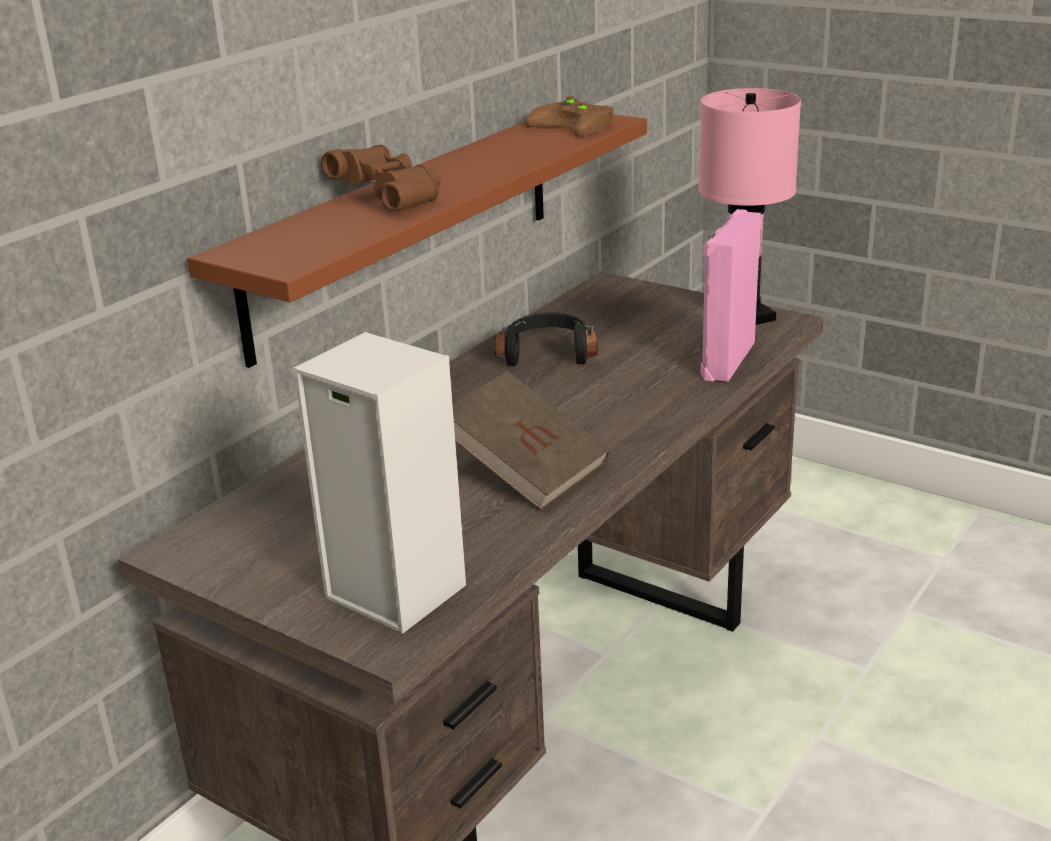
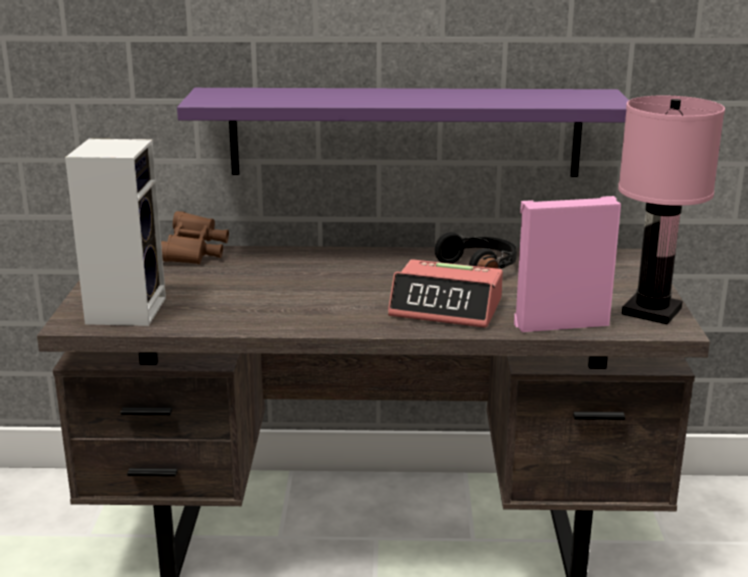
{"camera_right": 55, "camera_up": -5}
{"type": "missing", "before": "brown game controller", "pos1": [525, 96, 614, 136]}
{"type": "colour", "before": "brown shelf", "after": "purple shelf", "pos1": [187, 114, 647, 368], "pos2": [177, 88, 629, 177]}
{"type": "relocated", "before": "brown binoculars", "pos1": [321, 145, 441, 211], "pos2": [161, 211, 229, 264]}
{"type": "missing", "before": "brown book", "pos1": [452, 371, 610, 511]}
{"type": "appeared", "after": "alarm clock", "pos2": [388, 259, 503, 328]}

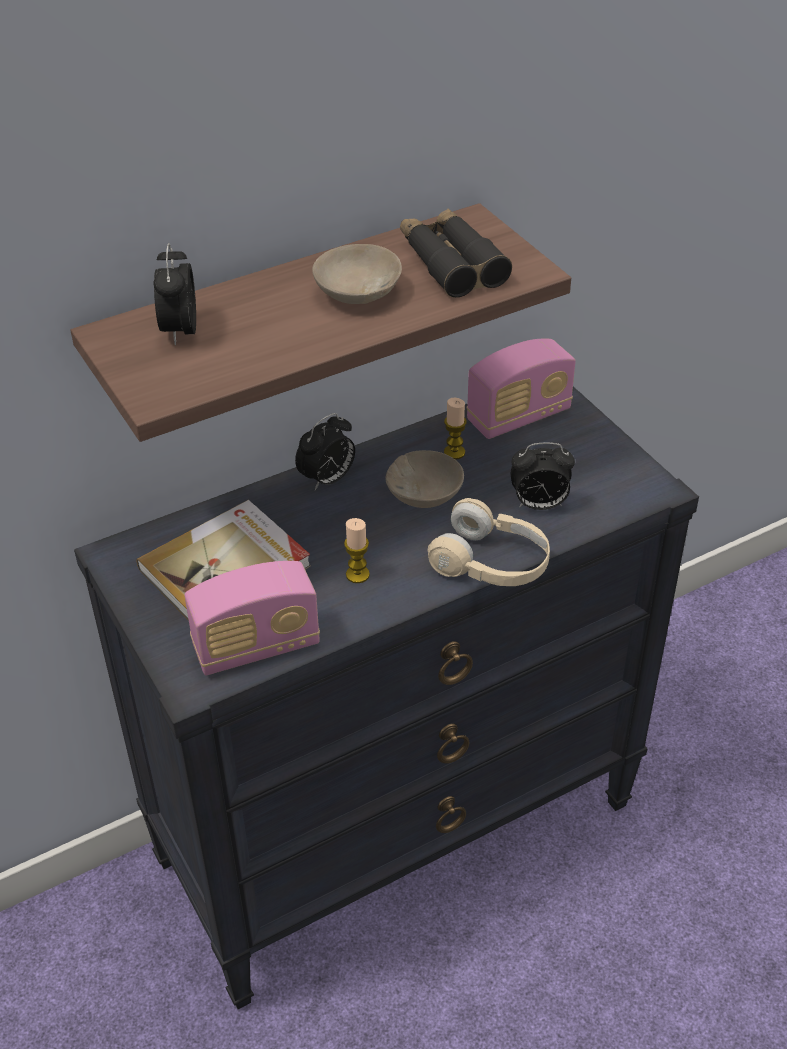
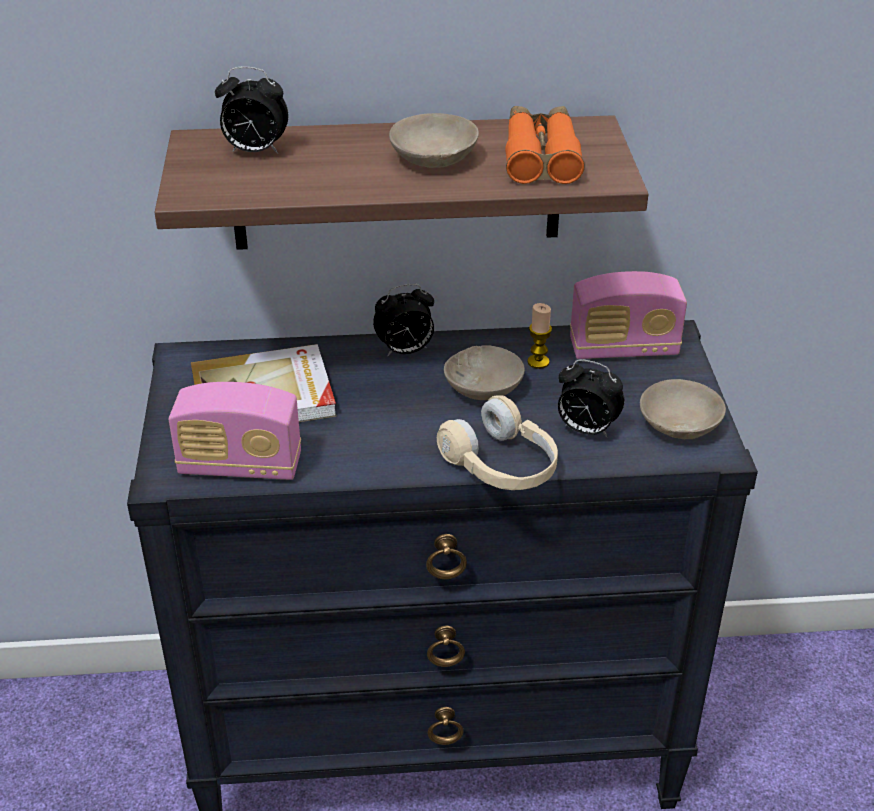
{"camera_right": 25, "camera_up": -5}
{"type": "colour", "before": "black binoculars", "after": "orange binoculars", "pos1": [400, 208, 512, 298], "pos2": [505, 106, 585, 184]}
{"type": "spun", "before": "alarm clock", "pos1": [154, 243, 196, 346], "pos2": [215, 67, 288, 154], "turn": -105}
{"type": "missing", "before": "candle", "pos1": [344, 518, 370, 583]}
{"type": "appeared", "after": "beige bowl", "pos2": [640, 379, 726, 439]}

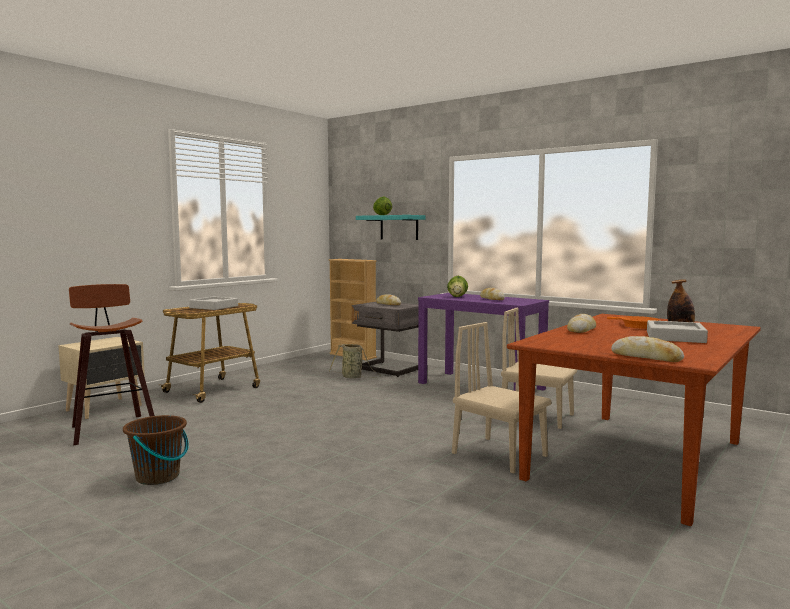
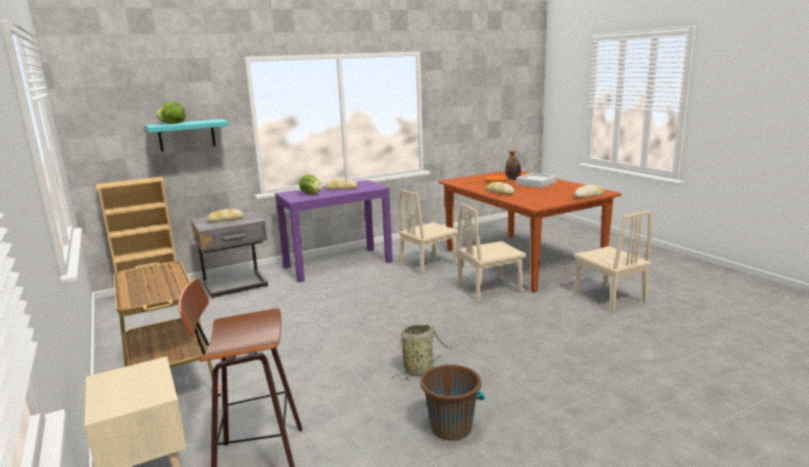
{"camera_right": -65, "camera_up": 10}
{"type": "missing", "before": "grey tray", "pos1": [189, 296, 238, 310]}
{"type": "relocated", "before": "basket", "pos1": [329, 344, 381, 378], "pos2": [392, 324, 453, 380]}
{"type": "appeared", "after": "beige chair", "pos2": [574, 211, 652, 313]}

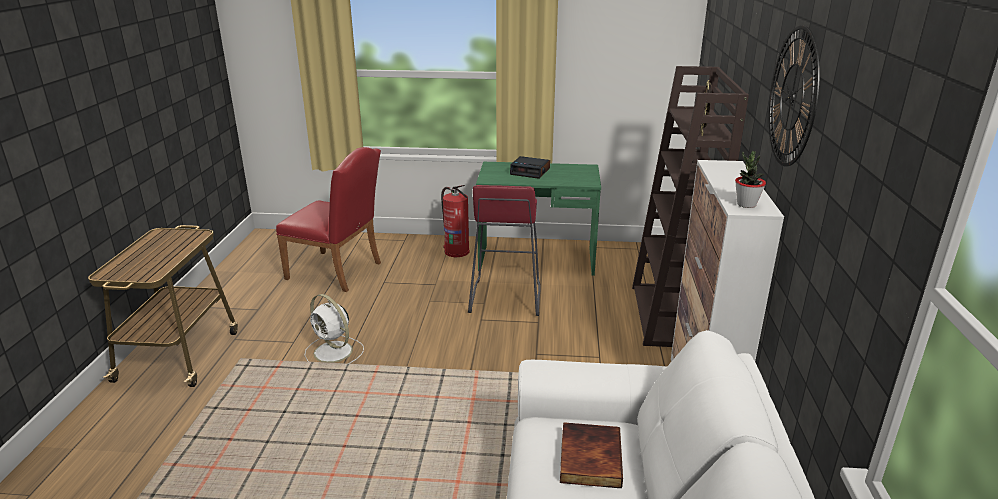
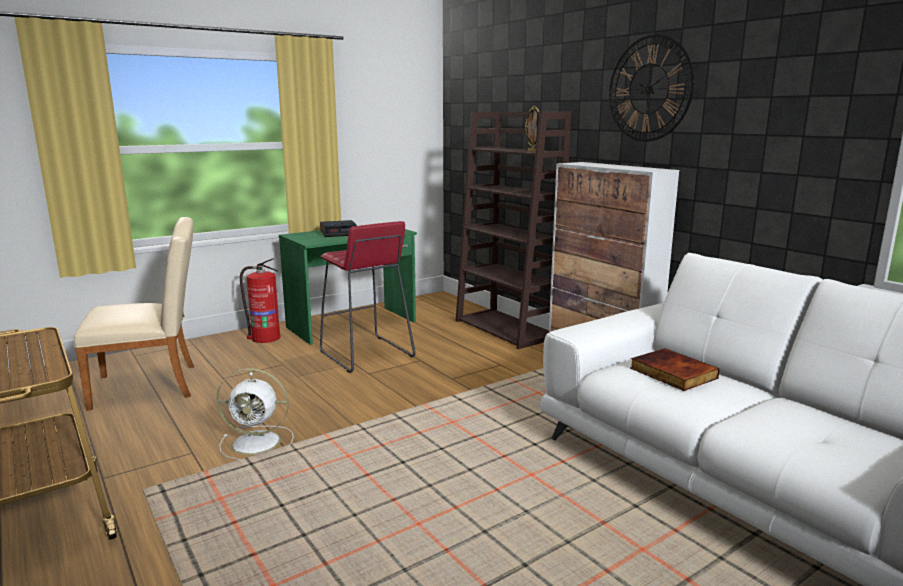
{"camera_right": -40, "camera_up": -10}
{"type": "colour", "before": "red chair", "after": "beige chair", "pos1": [276, 147, 381, 292], "pos2": [74, 217, 194, 411]}
{"type": "missing", "before": "potted plant", "pos1": [735, 151, 766, 208]}

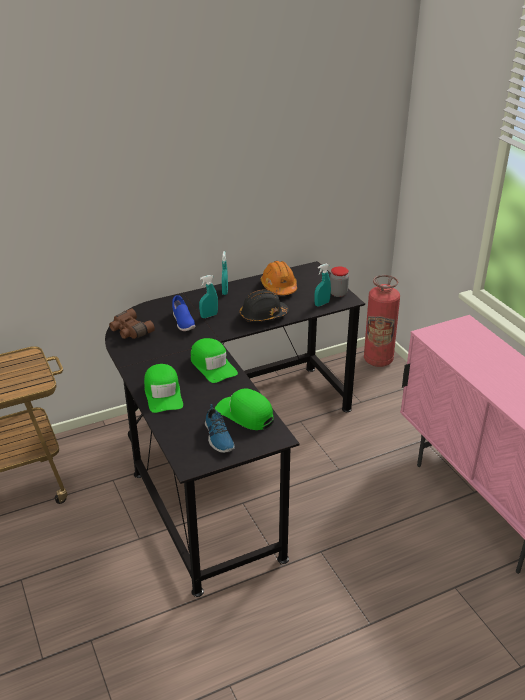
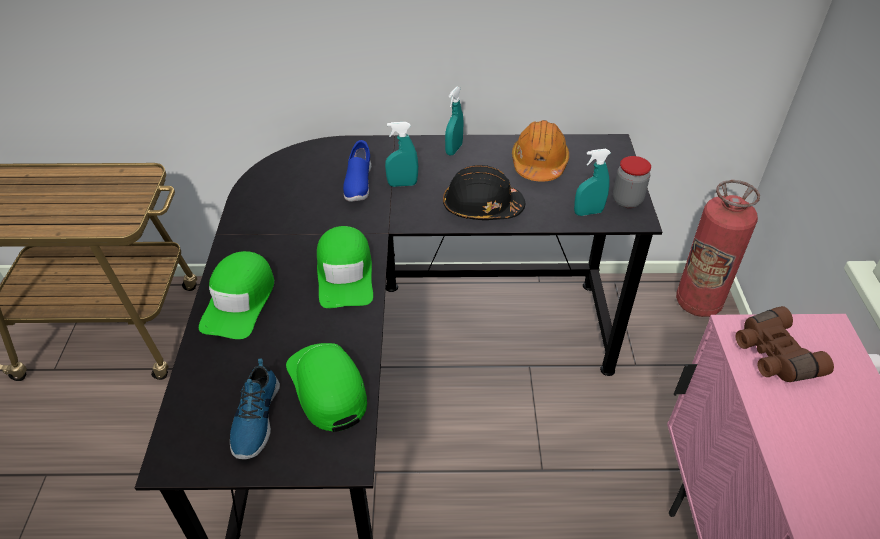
{"camera_right": 25, "camera_up": 10}
{"type": "relocated", "before": "brown binoculars", "pos1": [109, 308, 155, 339], "pos2": [736, 306, 834, 382]}

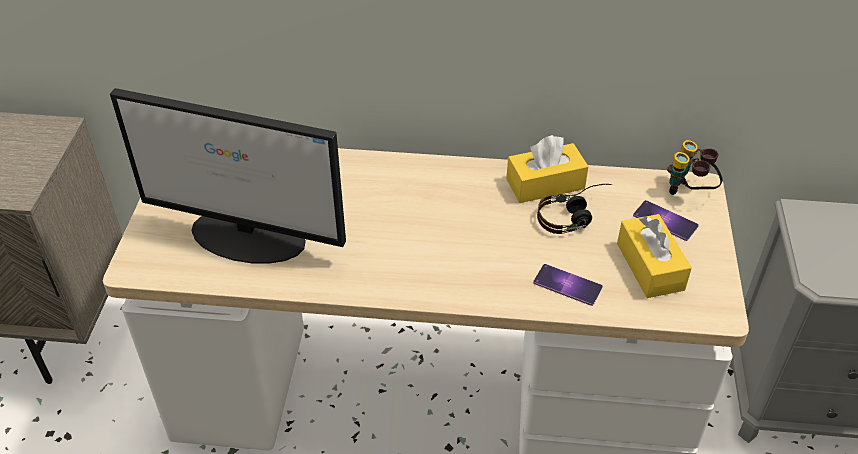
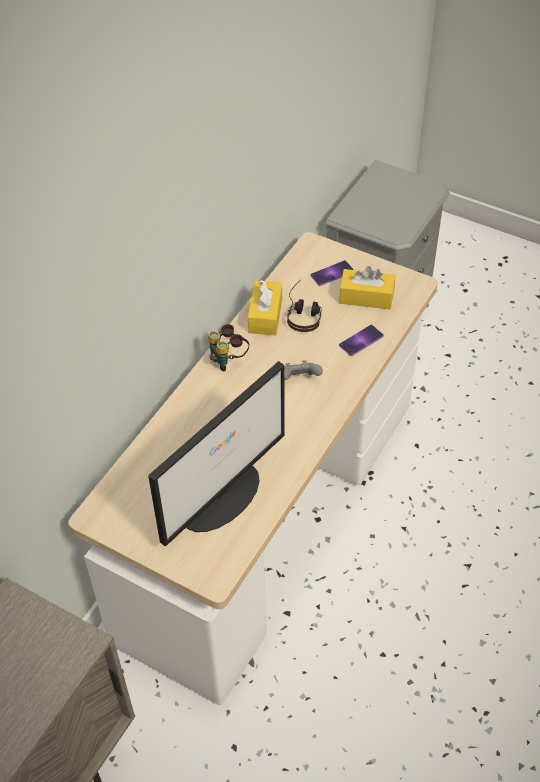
{"camera_right": -65, "camera_up": 5}
{"type": "relocated", "before": "binoculars", "pos1": [667, 140, 723, 195], "pos2": [208, 324, 249, 371]}
{"type": "appeared", "after": "grey game controller", "pos2": [284, 360, 323, 380]}

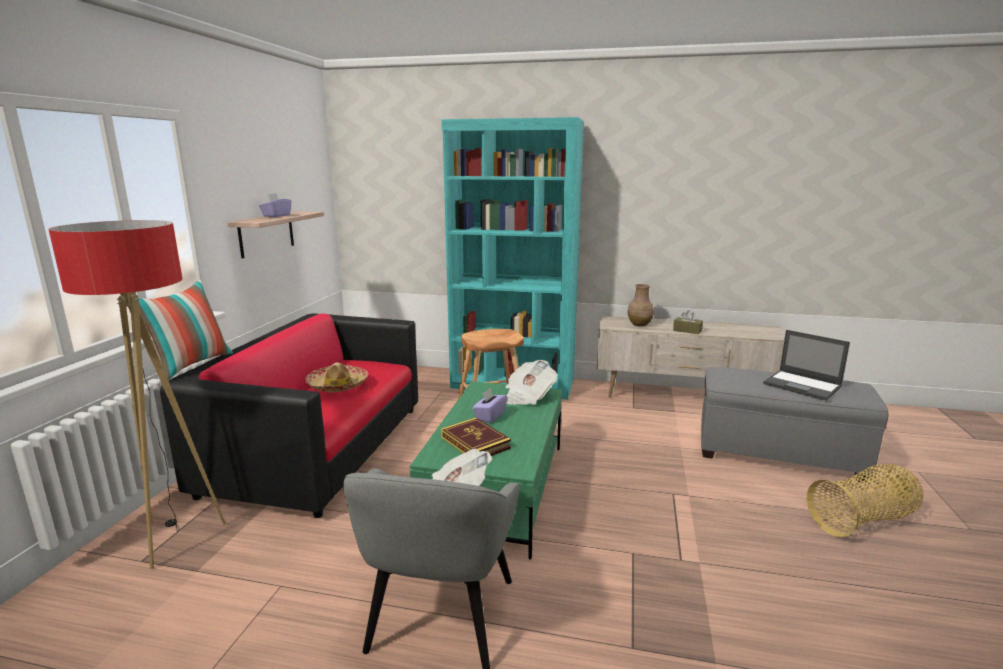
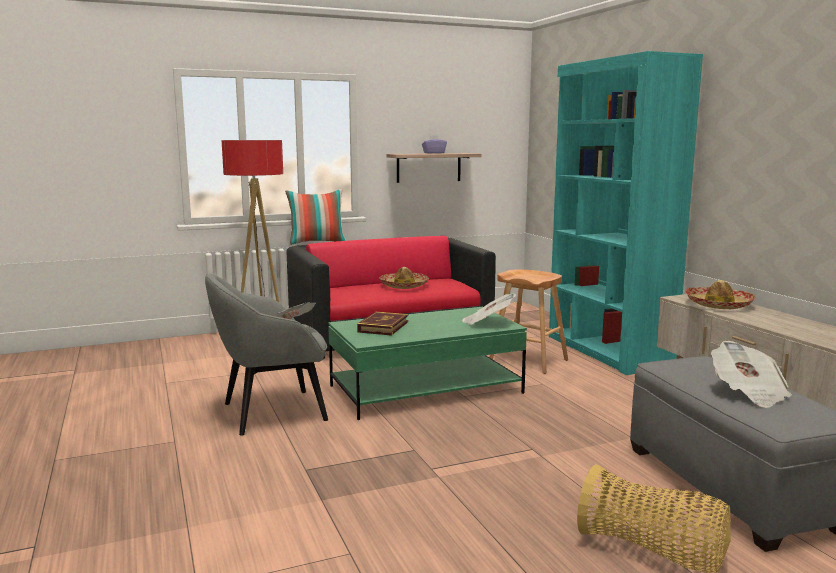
{"camera_right": 55, "camera_up": -5}
{"type": "exchanged", "before": "brown vase", "after": "hat", "pos1": [627, 284, 654, 327], "pos2": [685, 280, 756, 309]}
{"type": "missing", "before": "brown tissue box", "pos1": [673, 310, 703, 334]}
{"type": "exchanged", "before": "laptop", "after": "newspaper", "pos1": [763, 330, 850, 401], "pos2": [711, 341, 792, 408]}
{"type": "missing", "before": "purple tissue box", "pos1": [472, 388, 507, 423]}

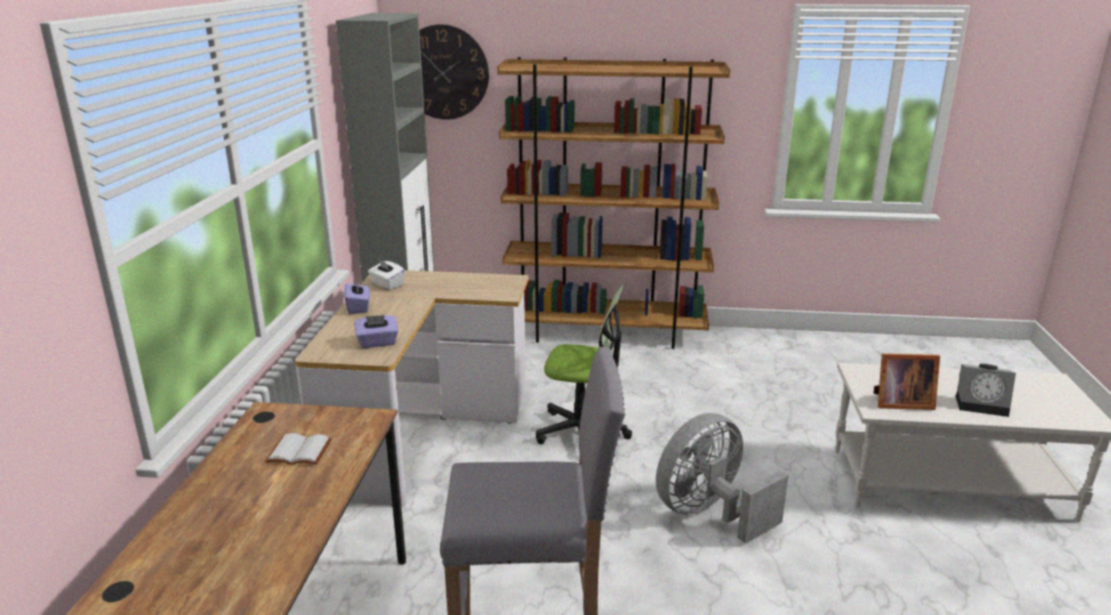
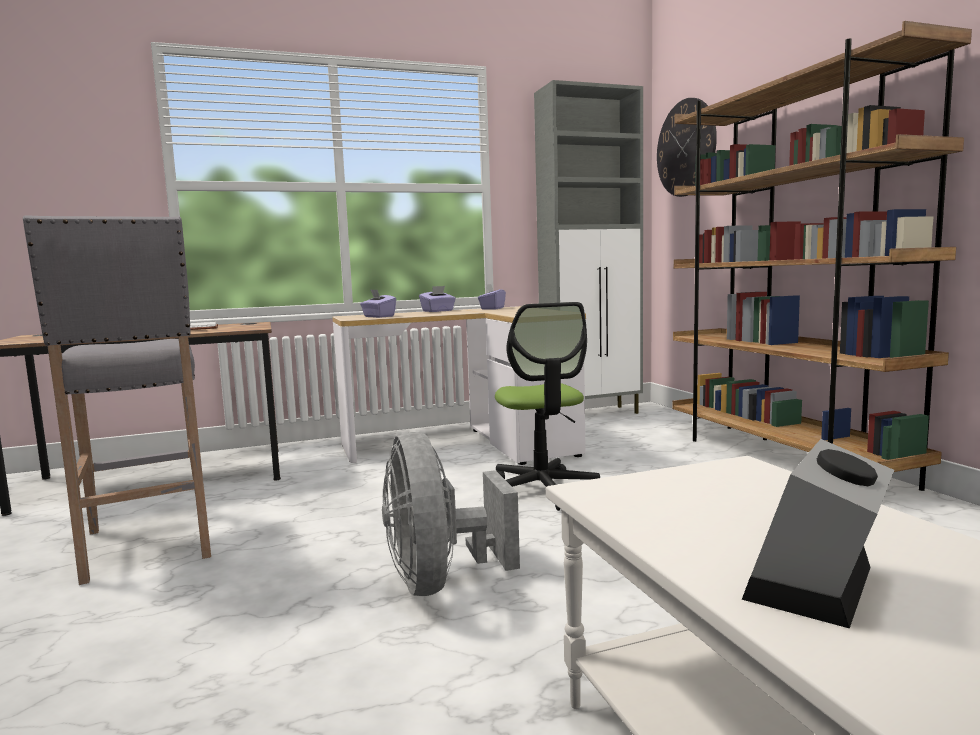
{"camera_right": 65, "camera_up": -15}
{"type": "colour", "before": "white tissue box", "after": "purple tissue box", "pos1": [368, 259, 405, 290], "pos2": [478, 284, 506, 310]}
{"type": "missing", "before": "picture frame", "pos1": [874, 353, 940, 410]}
{"type": "spun", "before": "alarm clock", "pos1": [956, 364, 1016, 417], "pos2": [742, 439, 894, 629], "turn": 45}
{"type": "spun", "before": "grey fan", "pos1": [656, 413, 789, 543], "pos2": [382, 432, 520, 596], "turn": -135}

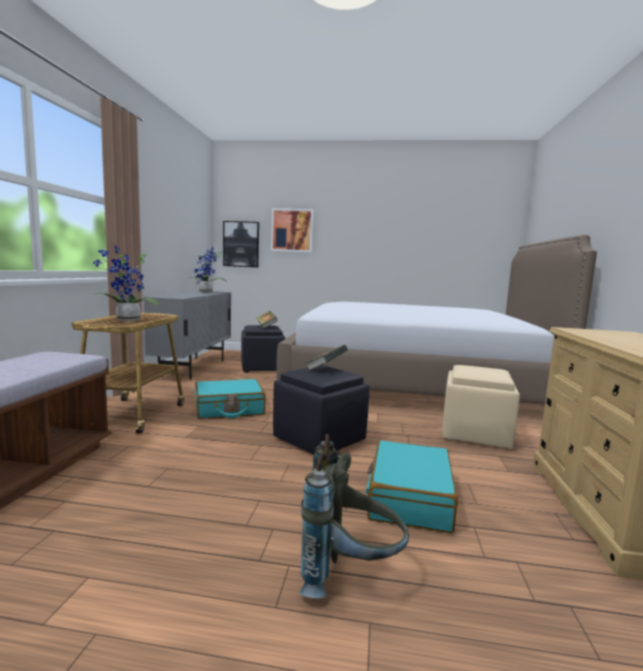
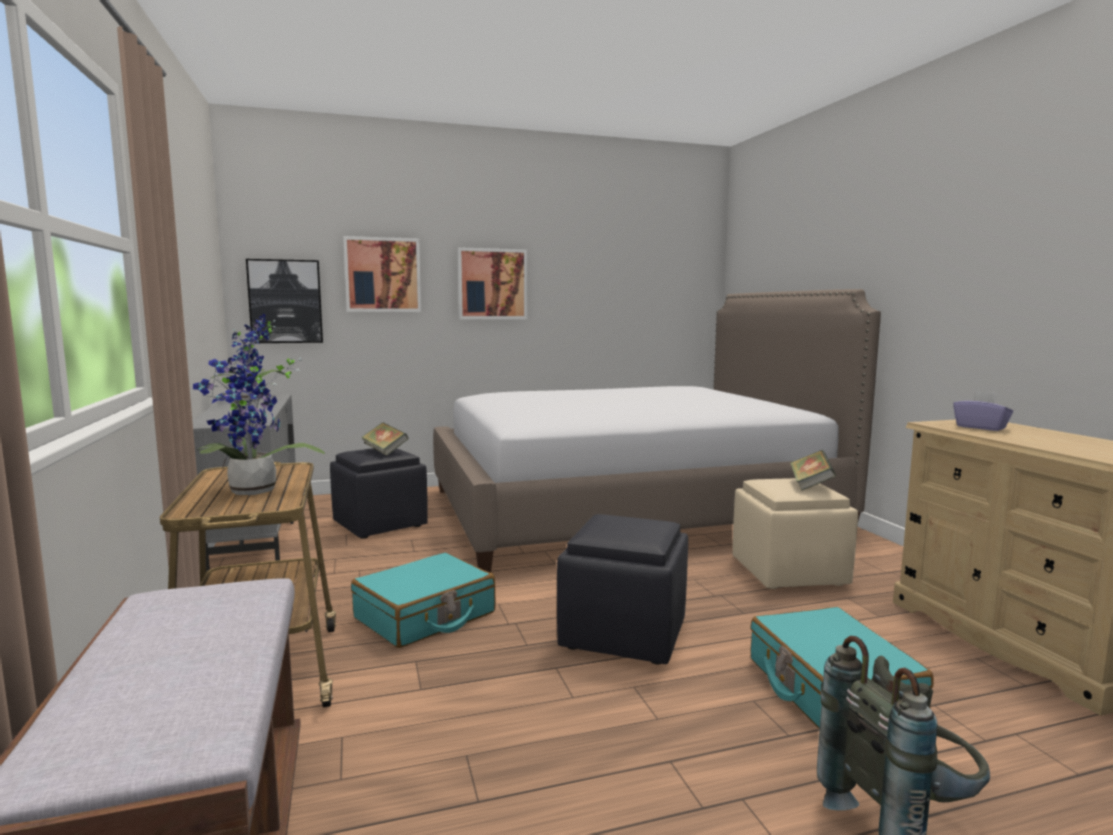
{"camera_right": -25, "camera_up": 0}
{"type": "relocated", "before": "book", "pos1": [305, 345, 348, 371], "pos2": [790, 450, 836, 490]}
{"type": "appeared", "after": "picture", "pos2": [457, 247, 527, 319]}
{"type": "appeared", "after": "purple tissue box", "pos2": [953, 391, 1013, 431]}

